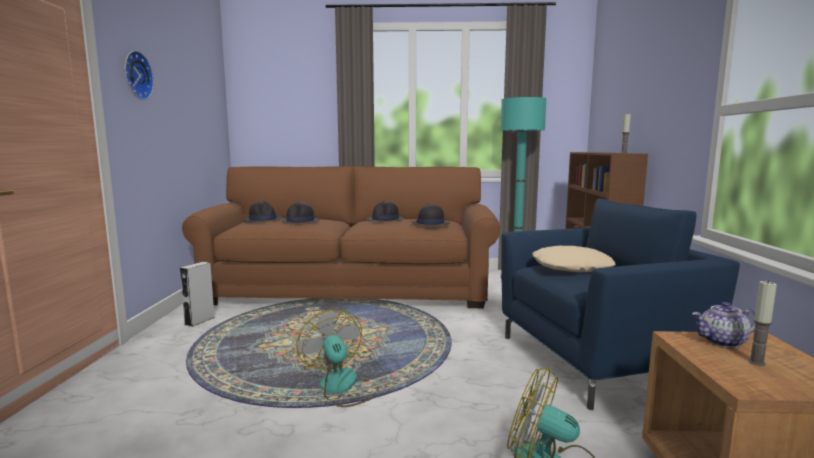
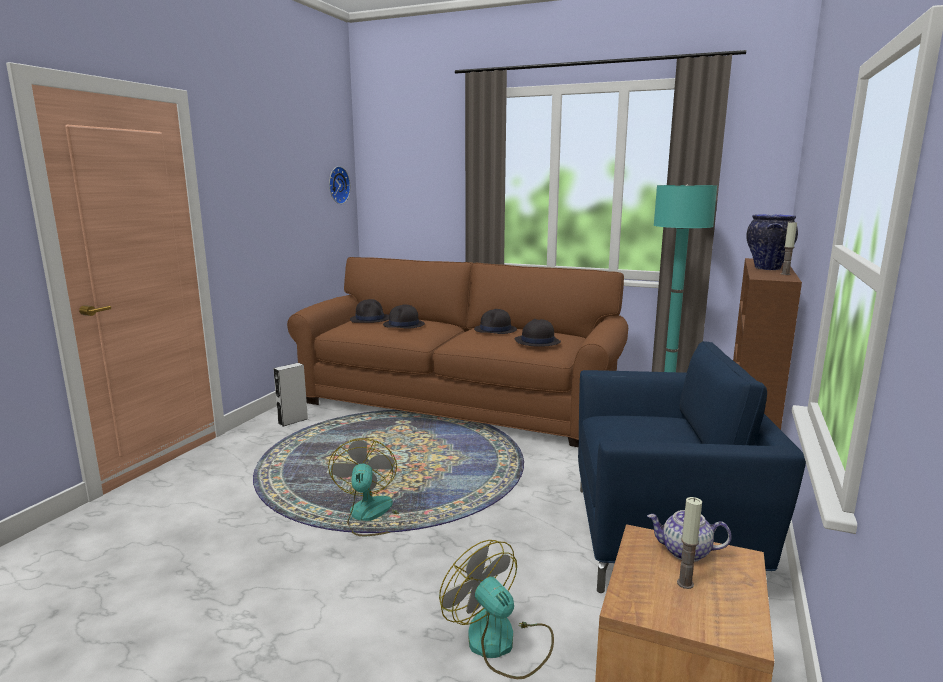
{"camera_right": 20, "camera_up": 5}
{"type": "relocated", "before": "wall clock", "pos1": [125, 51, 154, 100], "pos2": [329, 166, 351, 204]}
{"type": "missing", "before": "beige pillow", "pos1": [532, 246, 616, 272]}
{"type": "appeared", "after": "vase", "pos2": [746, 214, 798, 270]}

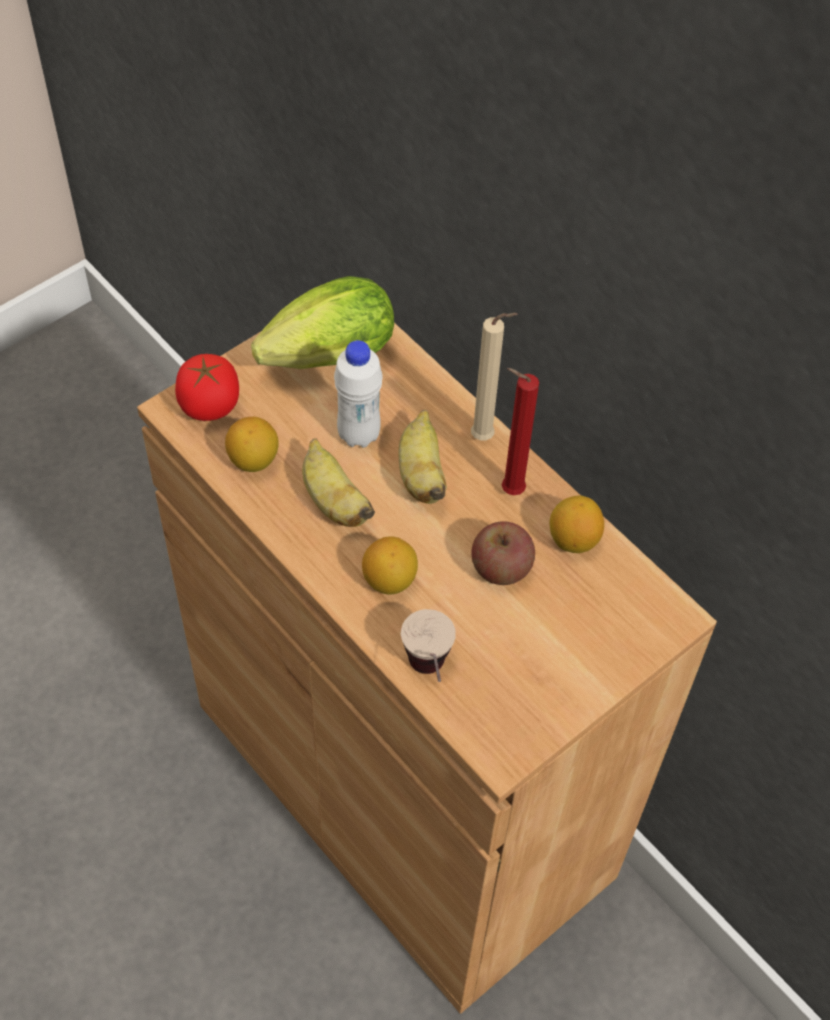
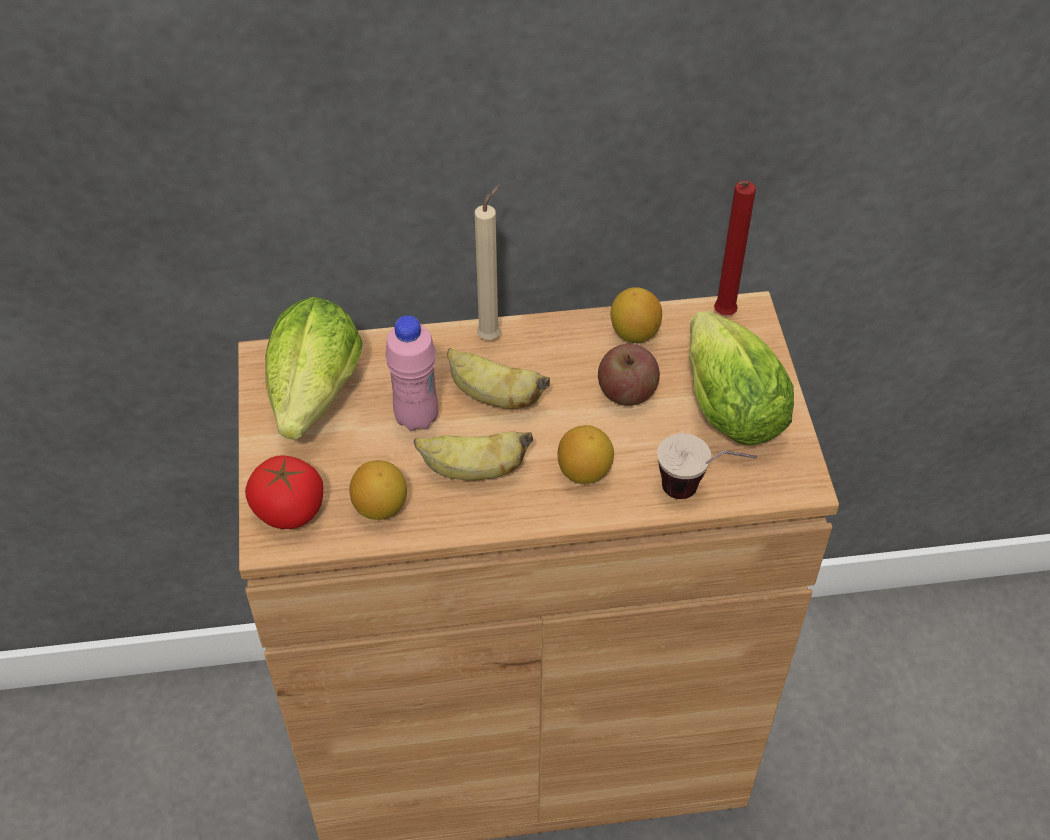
{"camera_right": -55, "camera_up": -5}
{"type": "colour", "before": "white bottle", "after": "pink bottle", "pos1": [334, 340, 383, 448], "pos2": [385, 315, 438, 431]}
{"type": "relocated", "before": "red candle", "pos1": [501, 368, 539, 495], "pos2": [714, 180, 756, 315]}
{"type": "appeared", "after": "lettuce", "pos2": [689, 310, 794, 445]}

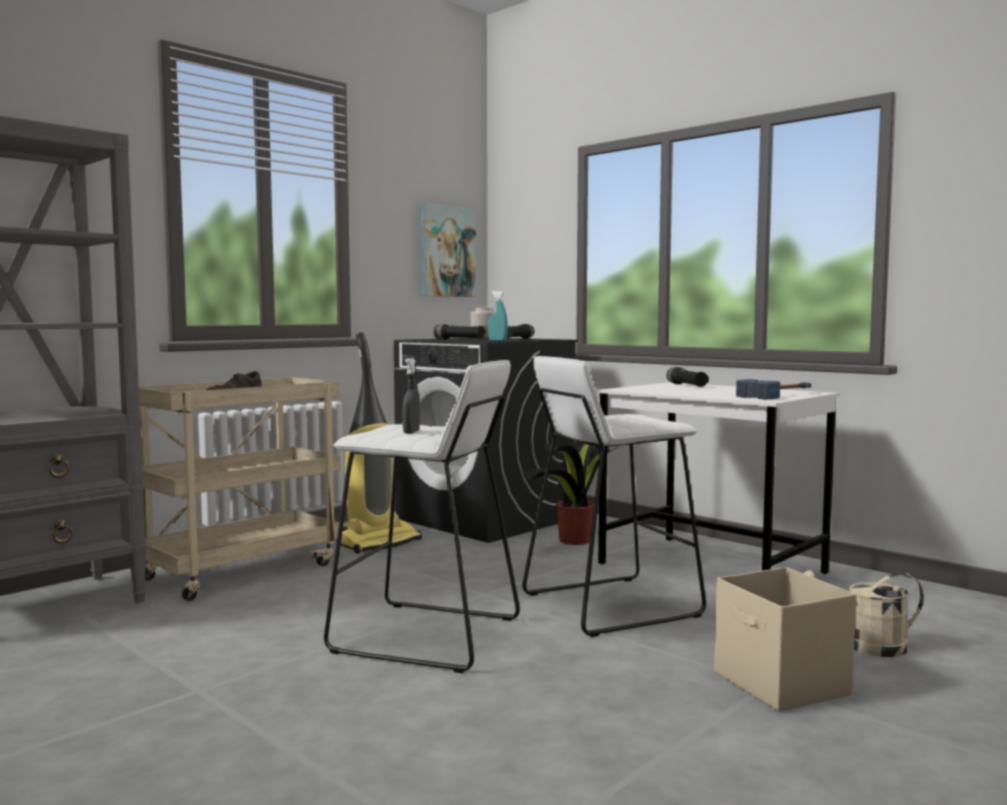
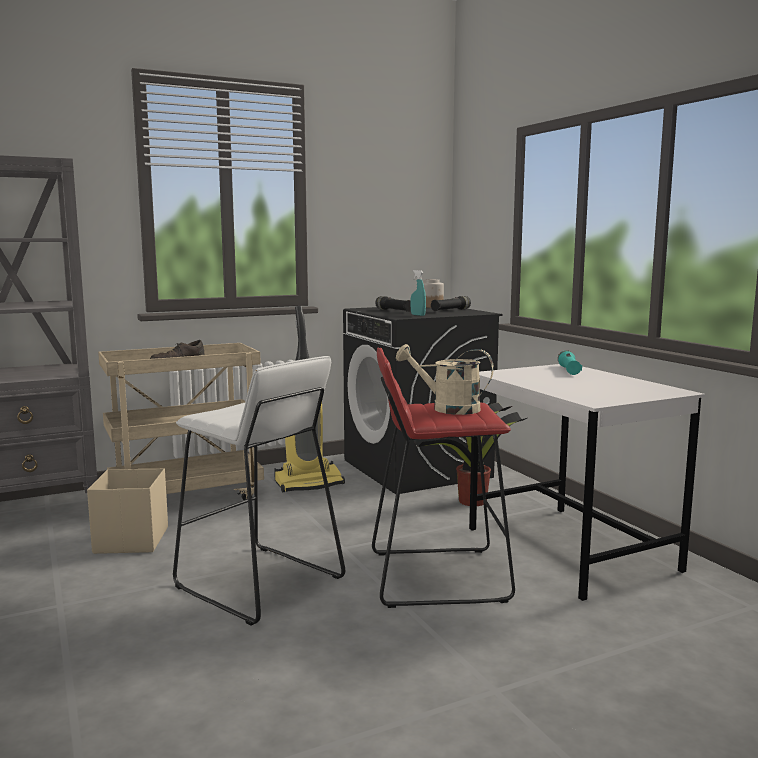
{"camera_right": 20, "camera_up": 5}
{"type": "missing", "before": "picture", "pos1": [418, 202, 476, 297]}
{"type": "colour", "before": "white stool", "after": "red stool", "pos1": [522, 356, 706, 637], "pos2": [372, 348, 515, 608]}
{"type": "missing", "before": "grey spray bottle", "pos1": [402, 358, 420, 434]}
{"type": "colour", "before": "black flashlight", "after": "turquoise flashlight", "pos1": [667, 367, 709, 387], "pos2": [558, 350, 582, 375]}
{"type": "missing", "before": "hammer", "pos1": [736, 379, 811, 400]}
{"type": "relocated", "before": "beige storage box", "pos1": [714, 567, 857, 712], "pos2": [87, 468, 168, 554]}
{"type": "relocated", "before": "beige watering can", "pos1": [803, 570, 924, 657], "pos2": [396, 344, 494, 415]}

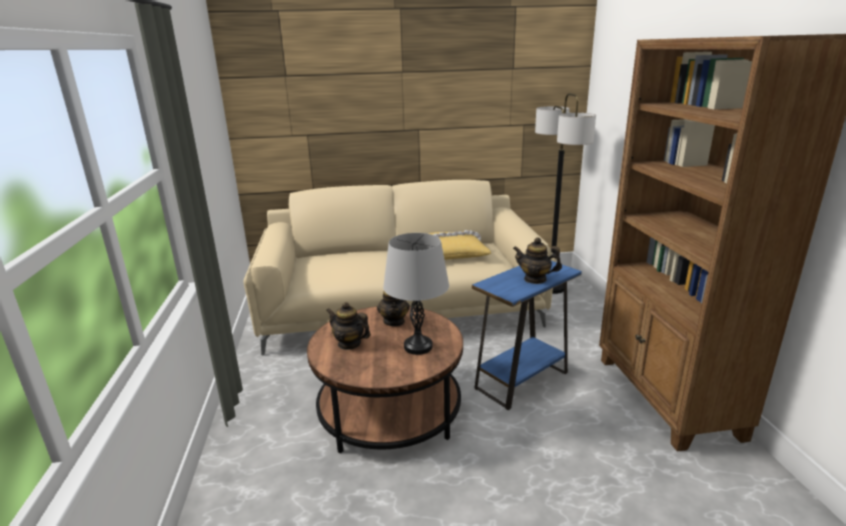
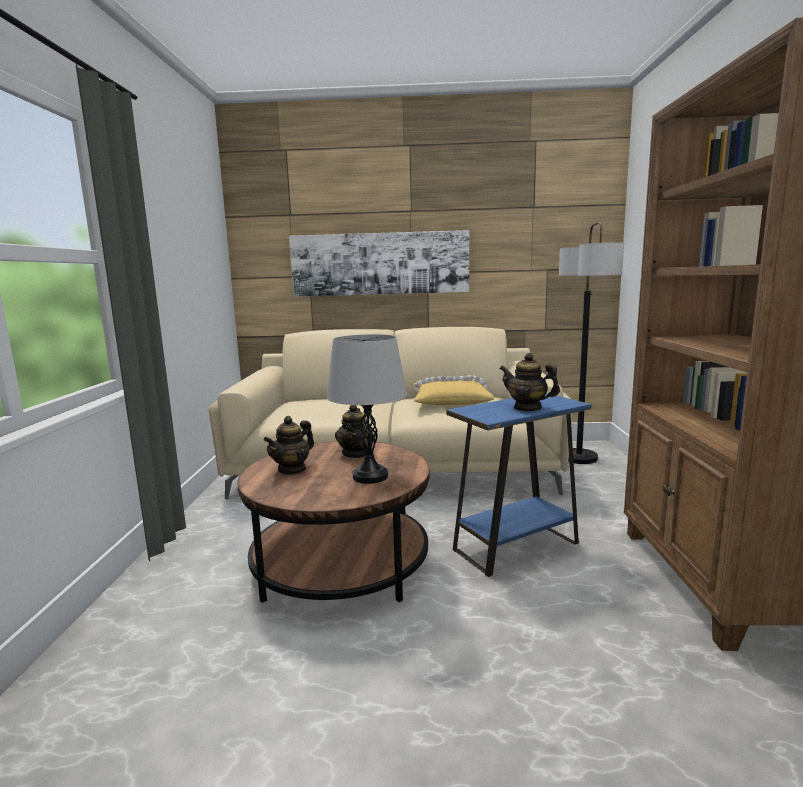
{"camera_right": 10, "camera_up": -10}
{"type": "spun", "before": "teapot", "pos1": [326, 302, 371, 350], "pos2": [264, 416, 314, 475], "turn": -90}
{"type": "appeared", "after": "picture", "pos2": [289, 230, 469, 297]}

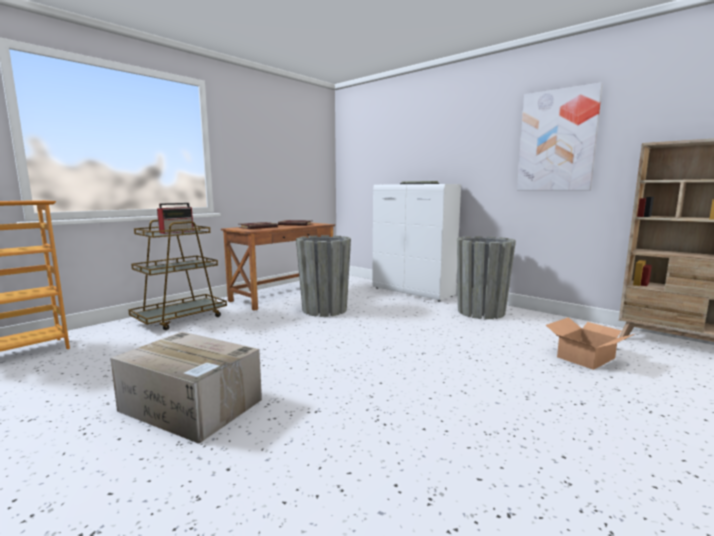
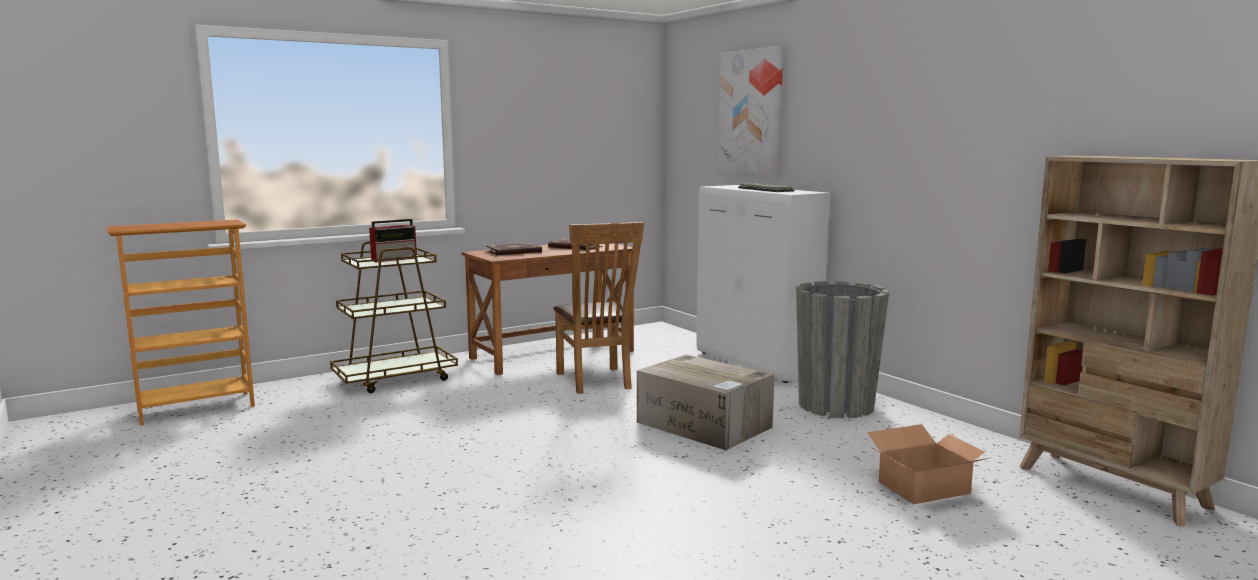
{"camera_right": 15, "camera_up": 0}
{"type": "relocated", "before": "picture", "pos1": [517, 82, 603, 190], "pos2": [718, 46, 783, 176]}
{"type": "exchanged", "before": "grey planter", "after": "brown chair", "pos1": [296, 235, 351, 317], "pos2": [553, 222, 644, 394]}
{"type": "relocated", "before": "cardboard box", "pos1": [110, 332, 262, 444], "pos2": [637, 354, 775, 450]}

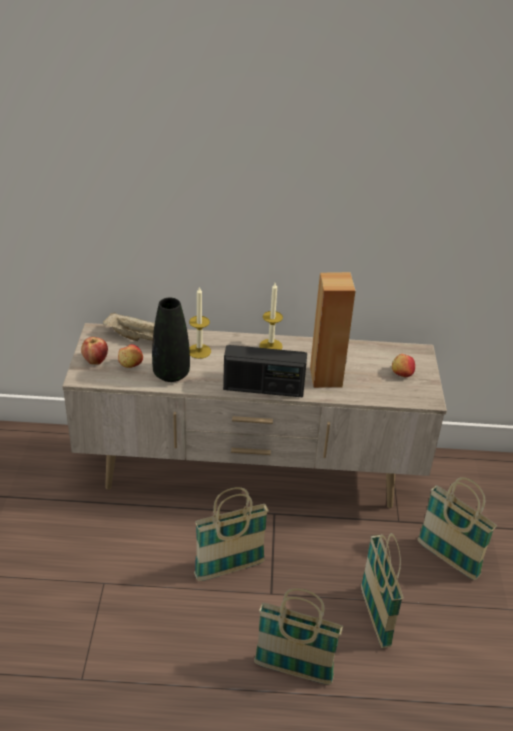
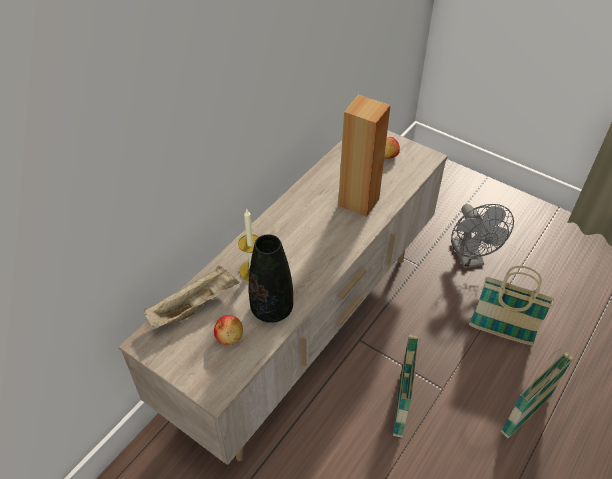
{"camera_right": -55, "camera_up": 10}
{"type": "missing", "before": "candle", "pos1": [259, 283, 283, 350]}
{"type": "missing", "before": "apple", "pos1": [81, 337, 108, 365]}
{"type": "missing", "before": "radio", "pos1": [223, 345, 307, 397]}
{"type": "exchanged", "before": "basket", "after": "grey fan", "pos1": [417, 477, 497, 580], "pos2": [451, 204, 514, 269]}

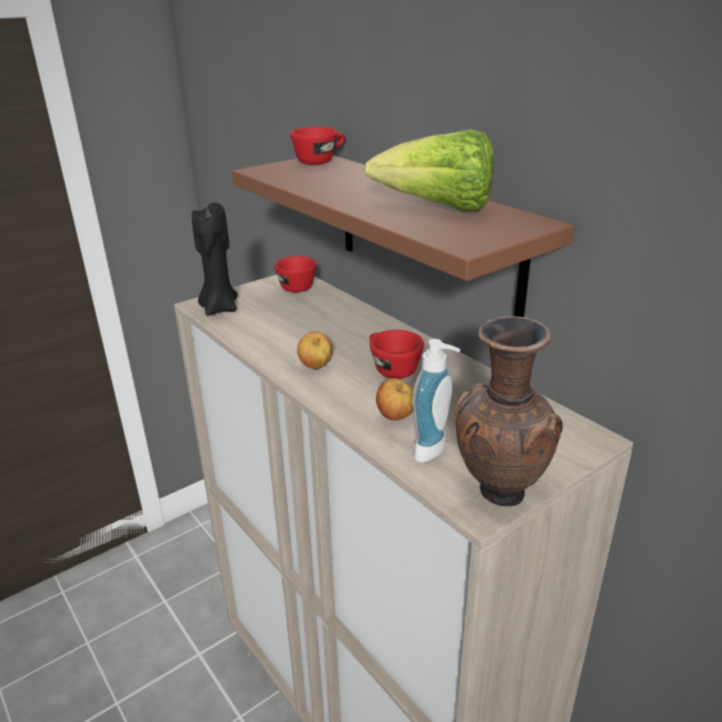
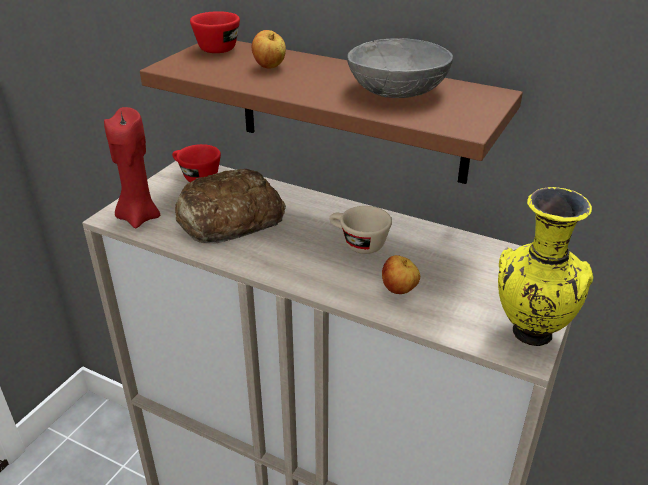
{"camera_right": -25, "camera_up": 5}
{"type": "exchanged", "before": "lettuce", "after": "grey bowl", "pos1": [364, 129, 494, 211], "pos2": [347, 38, 453, 98]}
{"type": "colour", "before": "black candle", "after": "red candle", "pos1": [192, 203, 238, 316], "pos2": [104, 107, 160, 228]}
{"type": "colour", "before": "brown vase", "after": "yellow vase", "pos1": [454, 316, 563, 506], "pos2": [498, 187, 593, 346]}
{"type": "colour", "before": "red cup", "after": "beige cup", "pos1": [370, 330, 424, 379], "pos2": [329, 206, 392, 254]}
{"type": "relocated", "before": "apple", "pos1": [297, 332, 333, 369], "pos2": [252, 30, 286, 68]}
{"type": "missing", "before": "soap dispenser", "pos1": [413, 339, 461, 462]}
{"type": "appeared", "after": "bread", "pos2": [175, 169, 286, 243]}

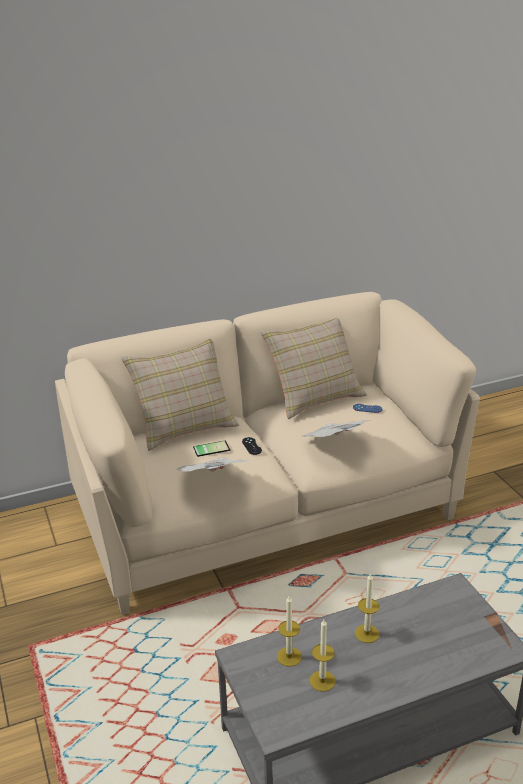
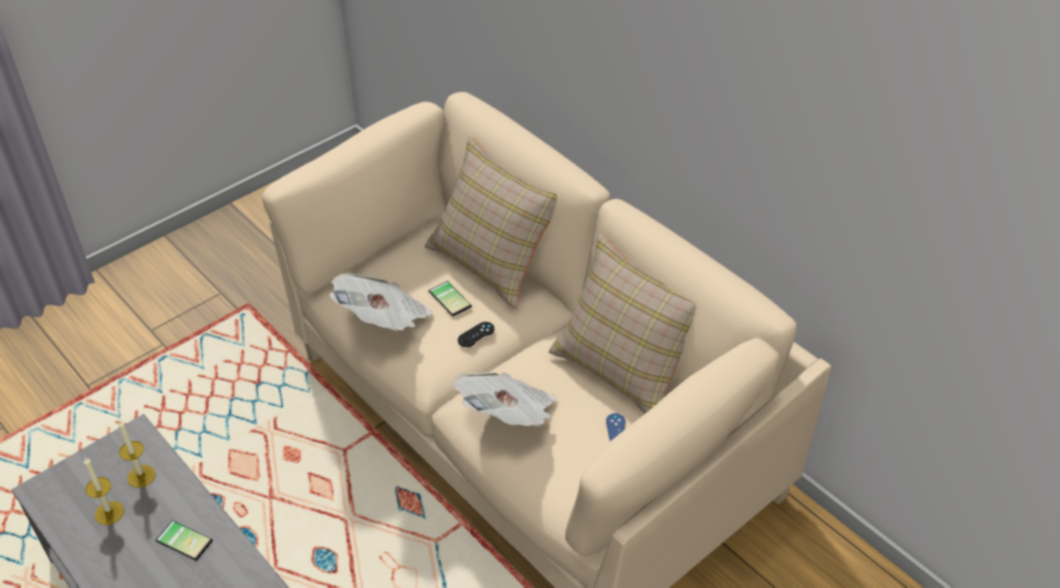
{"camera_right": 70, "camera_up": 15}
{"type": "exchanged", "before": "candle", "after": "phone", "pos1": [355, 573, 379, 643], "pos2": [156, 520, 213, 561]}

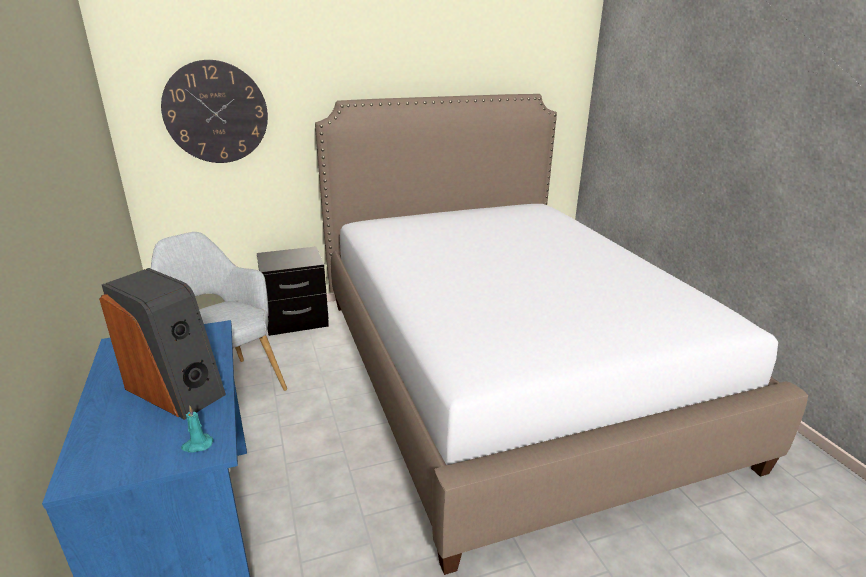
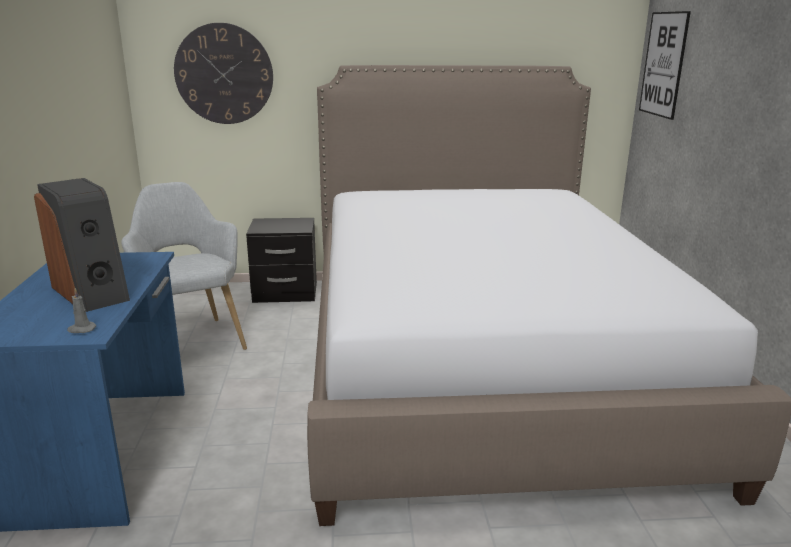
{"camera_right": 15, "camera_up": -5}
{"type": "colour", "before": "turquoise candle", "after": "grey candle", "pos1": [181, 406, 213, 453], "pos2": [67, 288, 96, 333]}
{"type": "appeared", "after": "picture", "pos2": [639, 11, 691, 120]}

